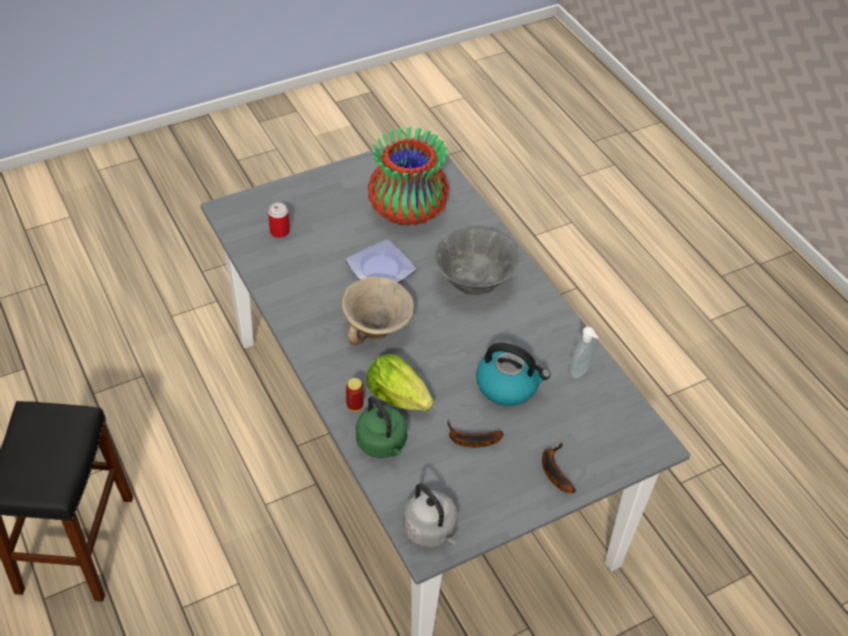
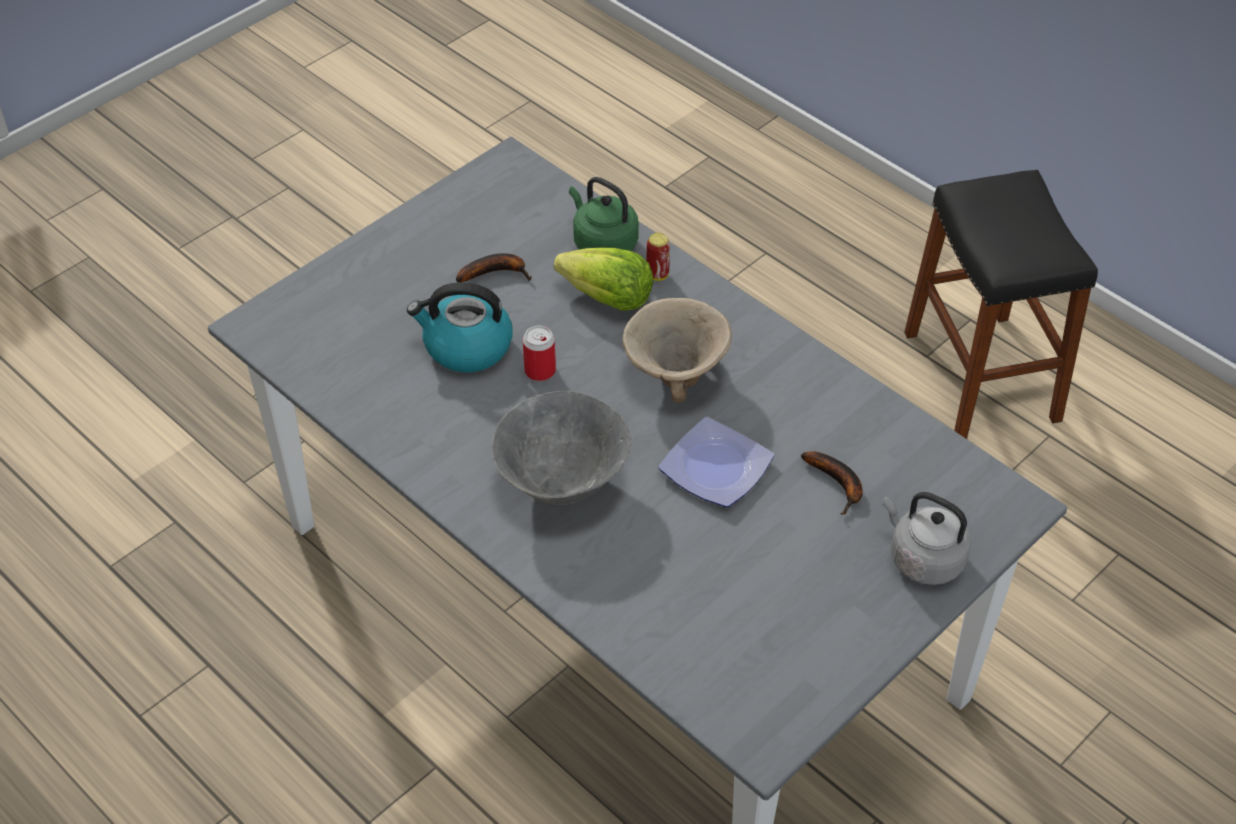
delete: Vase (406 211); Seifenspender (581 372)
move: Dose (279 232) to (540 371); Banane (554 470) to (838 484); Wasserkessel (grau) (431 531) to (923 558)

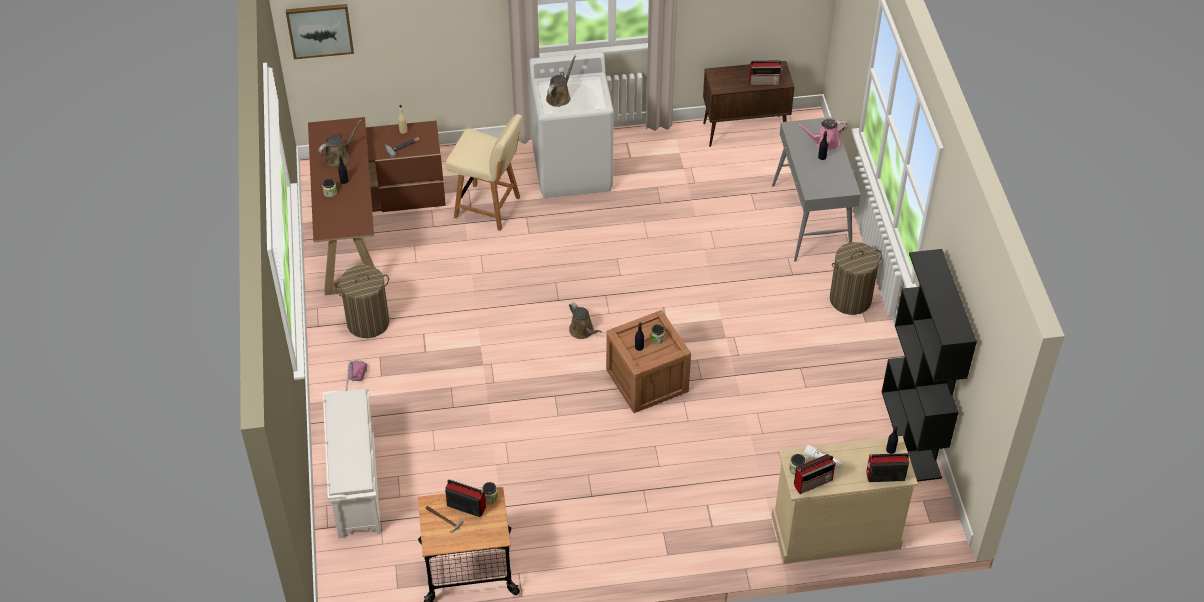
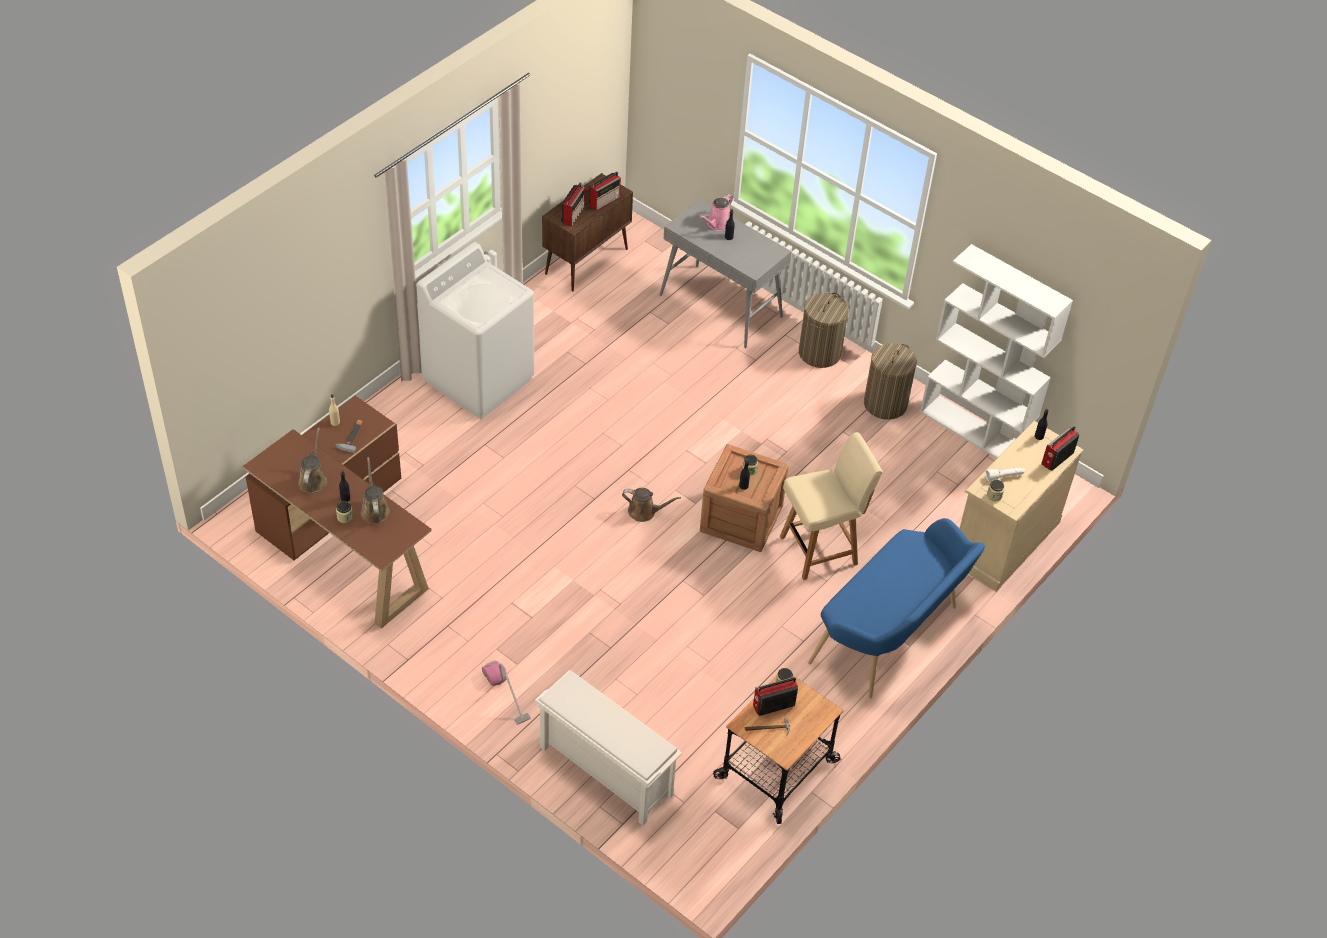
delete: Bild (320 30)
insert: Bank (blau) (890 637)
move: Gießkanne (braun) (559 97) to (374 510); Stuhl (beige) (489 208) to (820 550); Wäschekorb (368 322) to (885 404); Radio (813 482) to (573 214)
recolor: Bücherregal (schwarz) (911 434) to Bücherregal (weiß) (975 431)

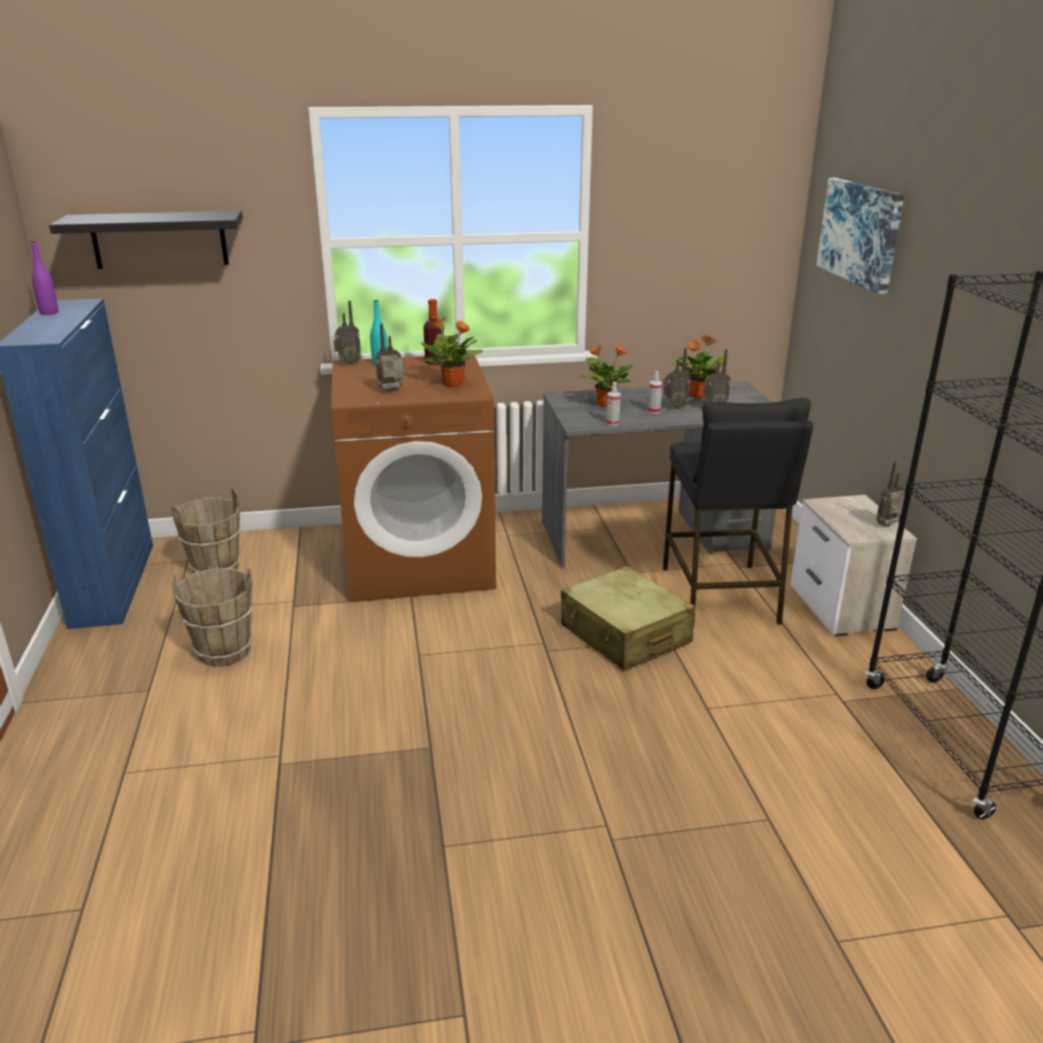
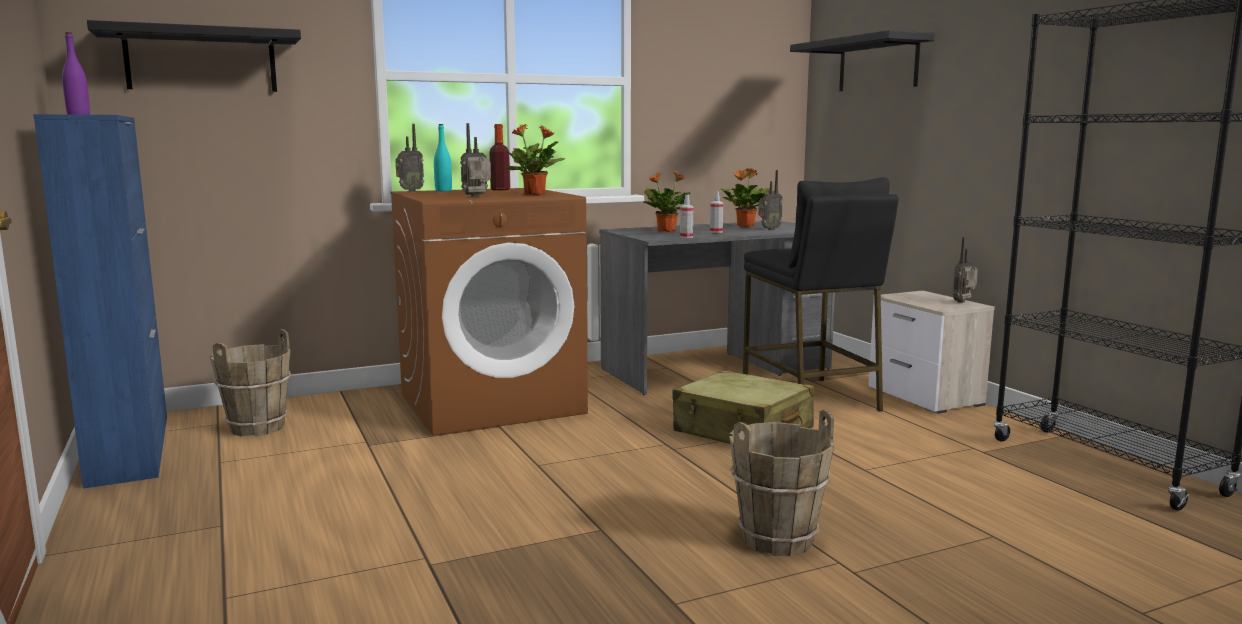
delete: Radio (674 407)
move: Eimer (braun) (224 652) to (776 539)
replace: Bild (861 233) to Wandregal (schwarz) (878 64)

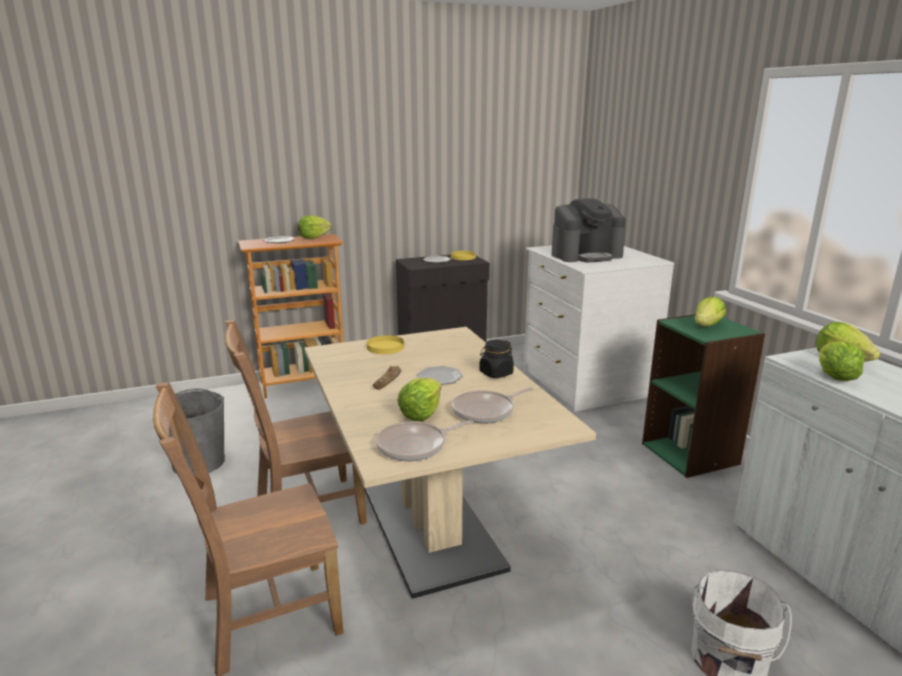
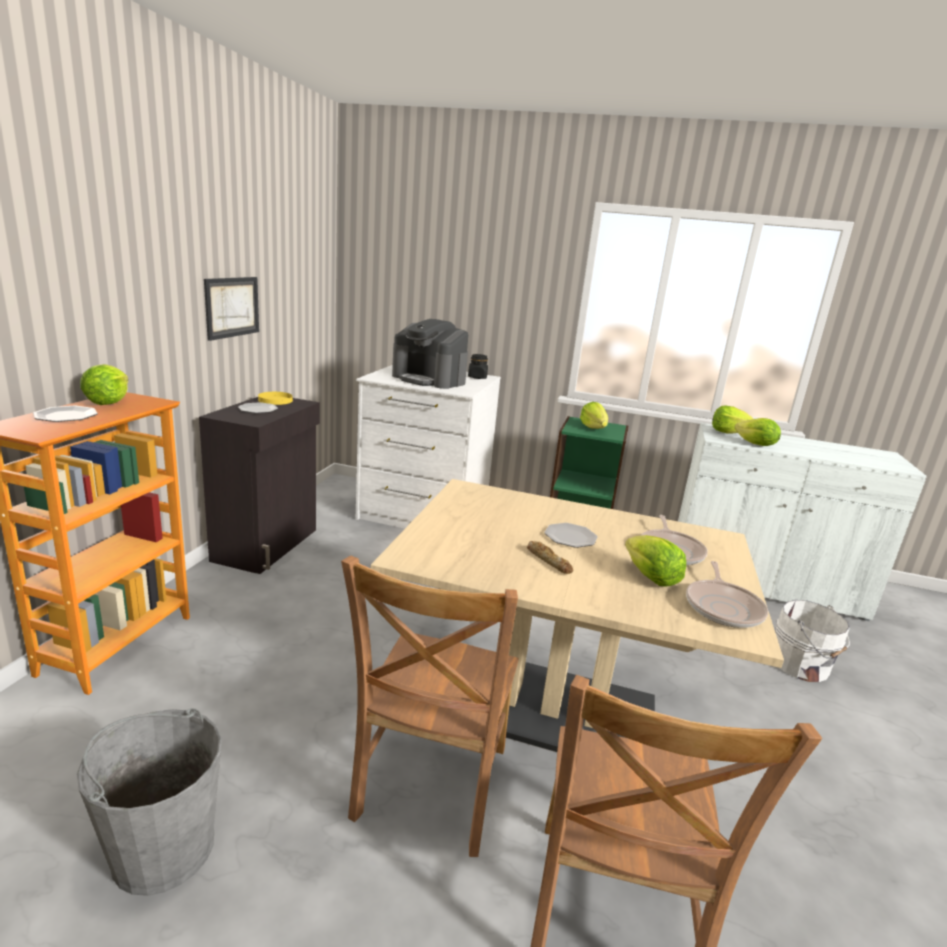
delete: Teller (gelb) (385 347)
insert: Bild (232 307)
move: Vorratsglas (schwarz) (496 373) to (477 377)
rotate: Kaffeemaschine (586 255) = (429 379) 105 degrees clockwise

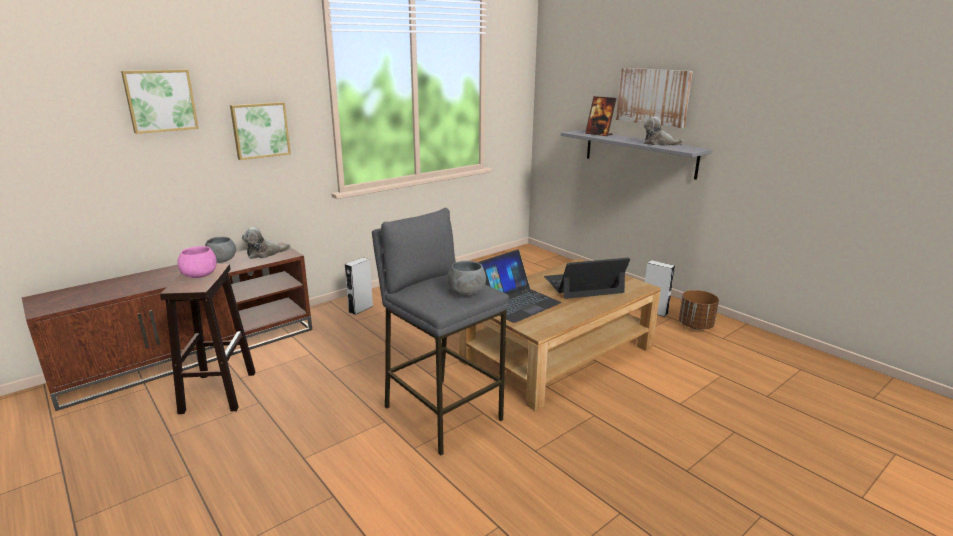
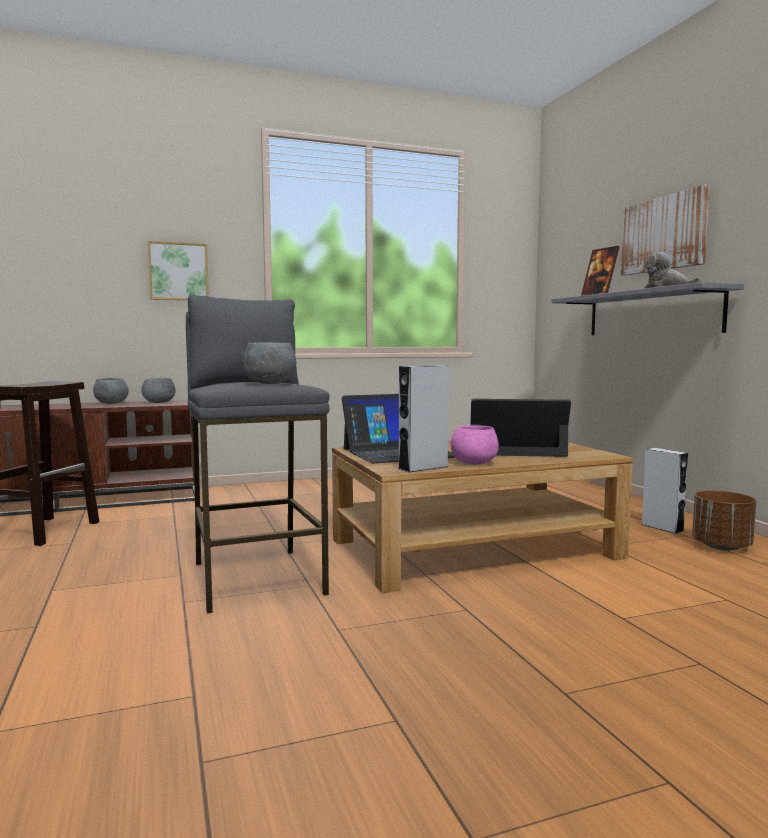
delete: Bild (160 100)
move: Schüssel (rosa) (200 275) to (474 463); Lautsprecher (grau) (360 309) to (423 468)
replace: Plüschtier (265 253) to Schüssel (grau) (159 402)

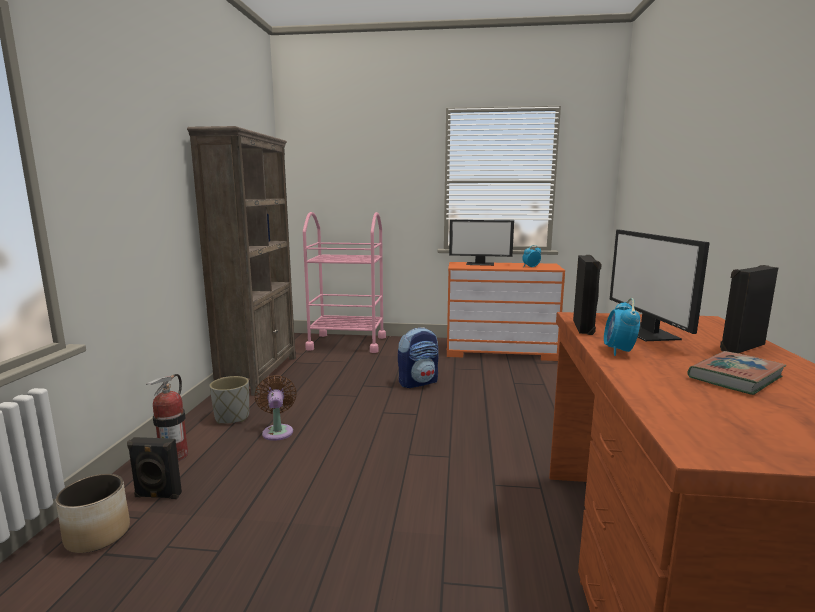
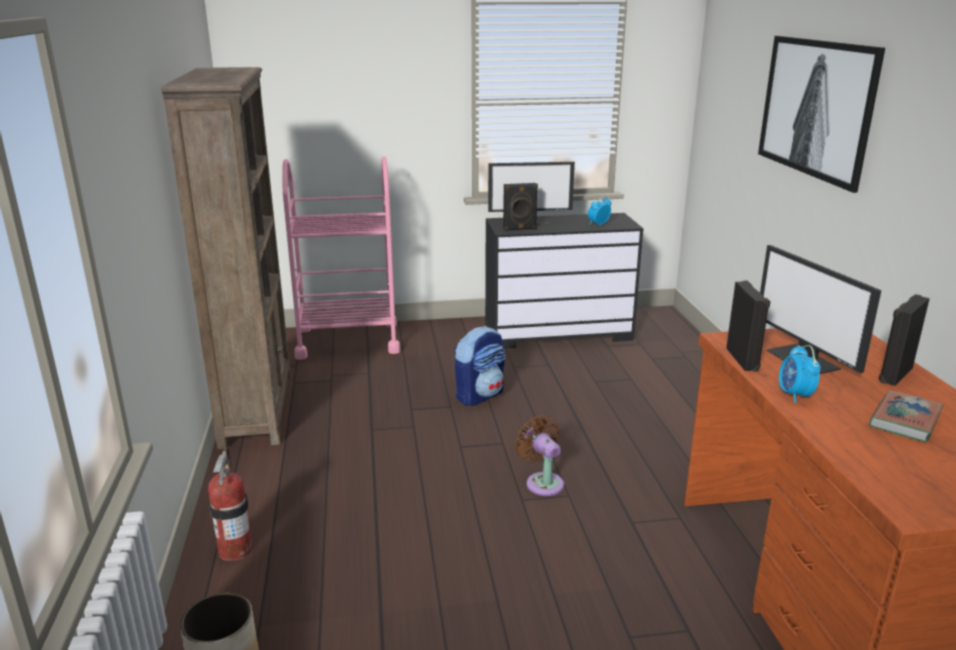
delete: Pflanzkübel (grau) (232 418)
insert: Bild (815 108)
move: Ventilator (braun) (278 431) to (542 482); Lautsprecher (schwarz) (157 496) to (519 229)
recolor: Kommode (orange) (500 351) to Kommode (schwarz) (558 333)

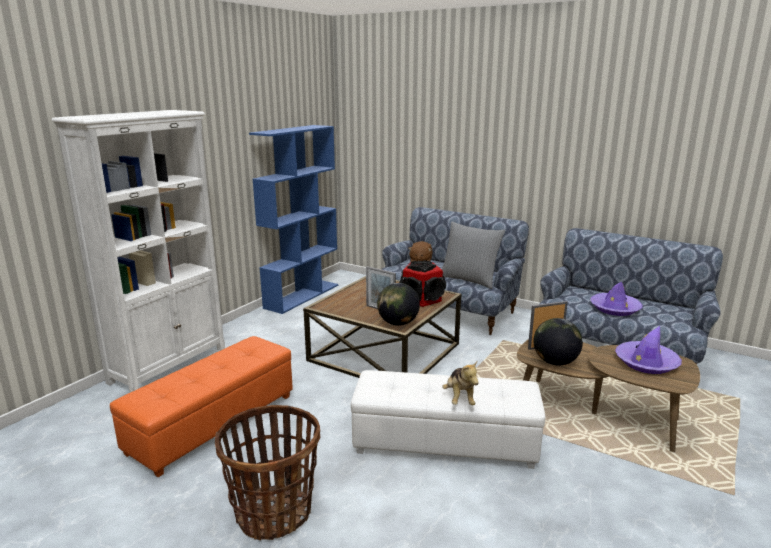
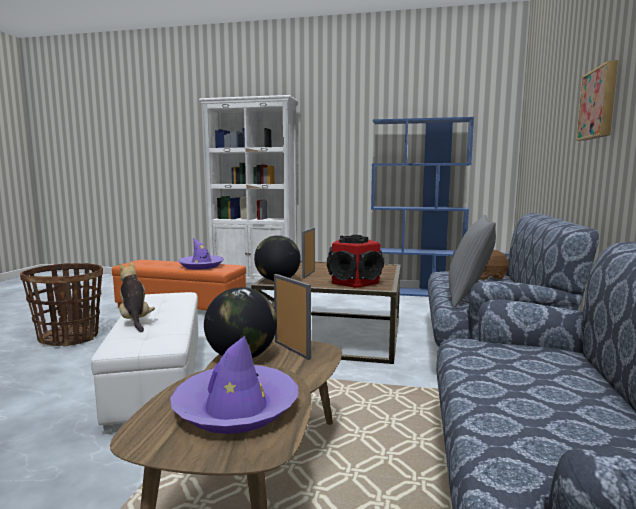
insert: Bild (600 103)
move: Hut (lila) (615 308) to (201 266)
rotate: Plüschtier (459 398) = (135 320) 90 degrees clockwise

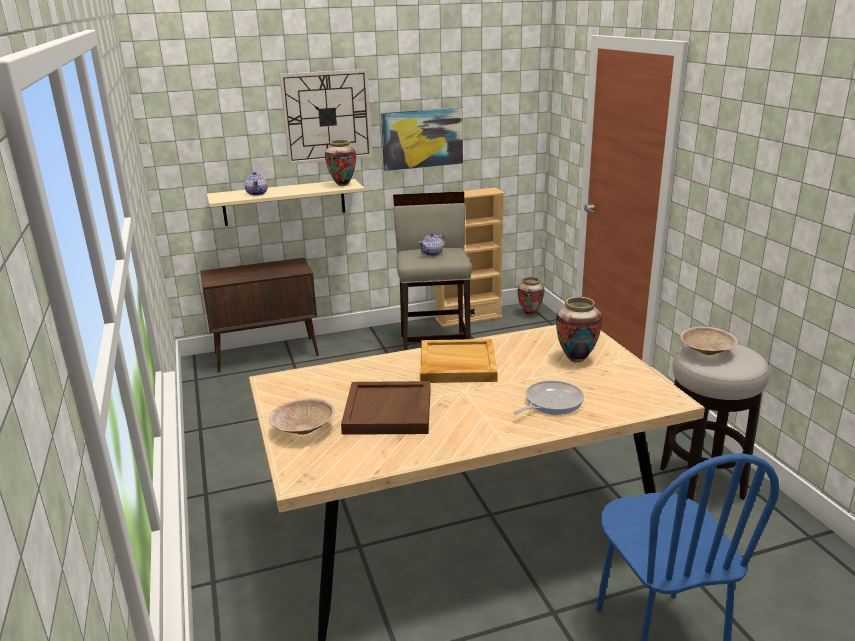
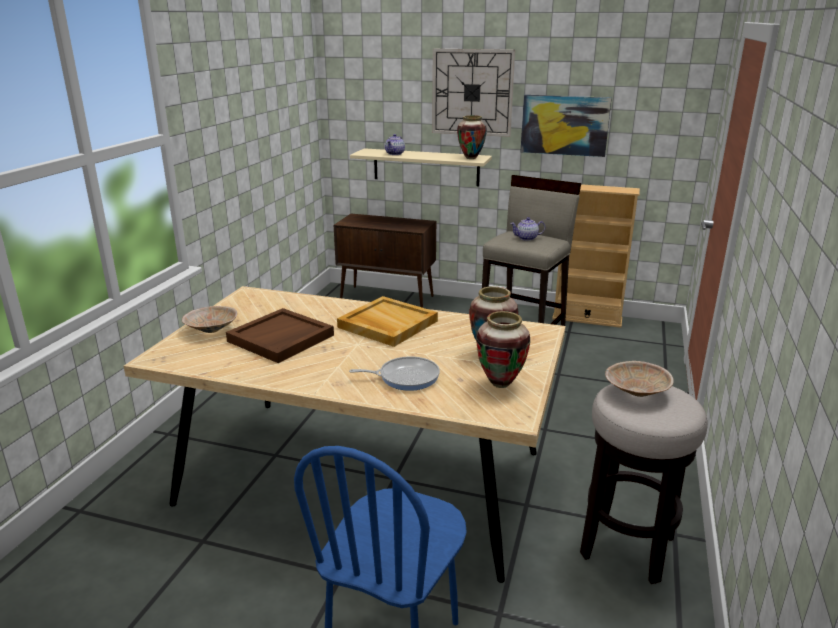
move: Vase (530 314) to (501 384)

